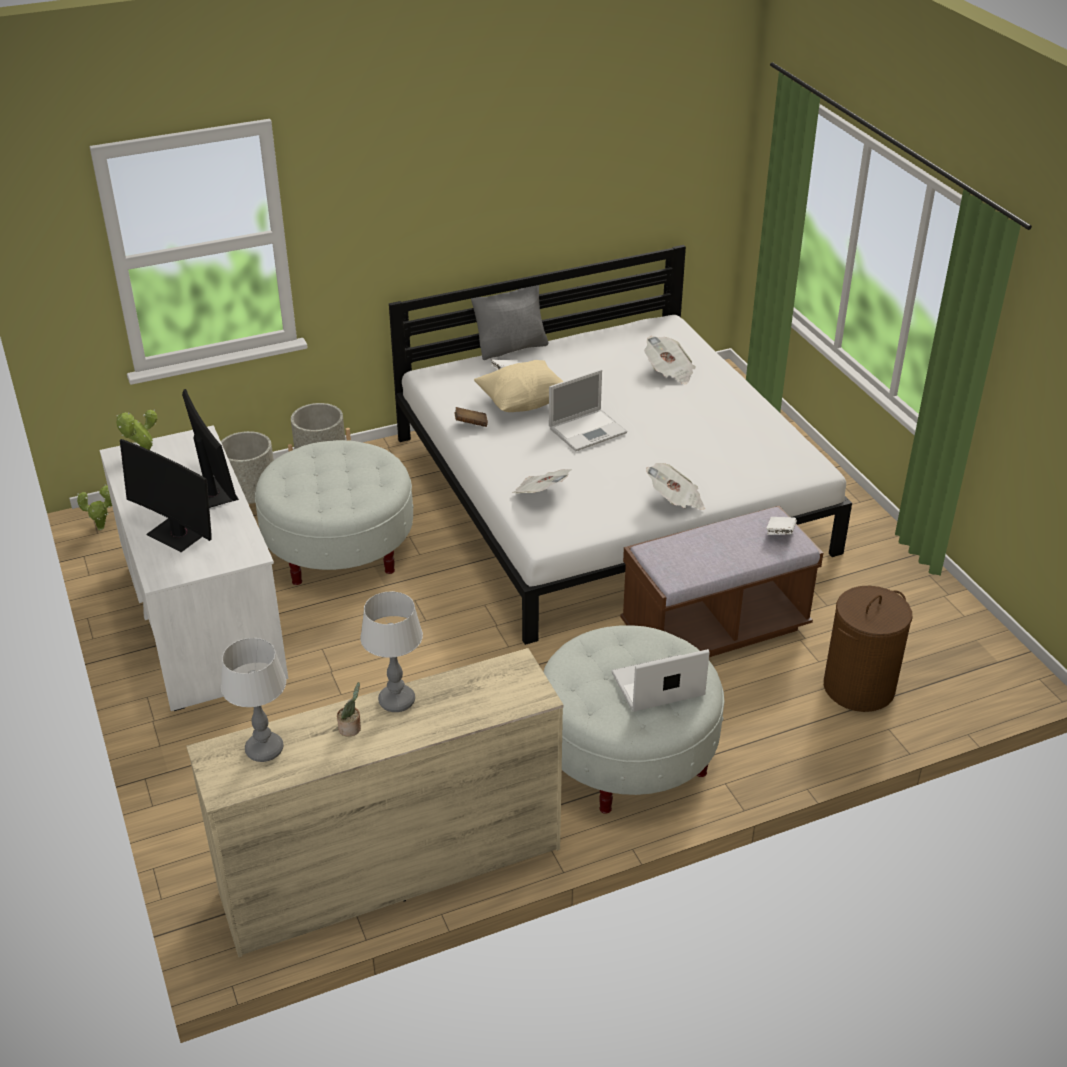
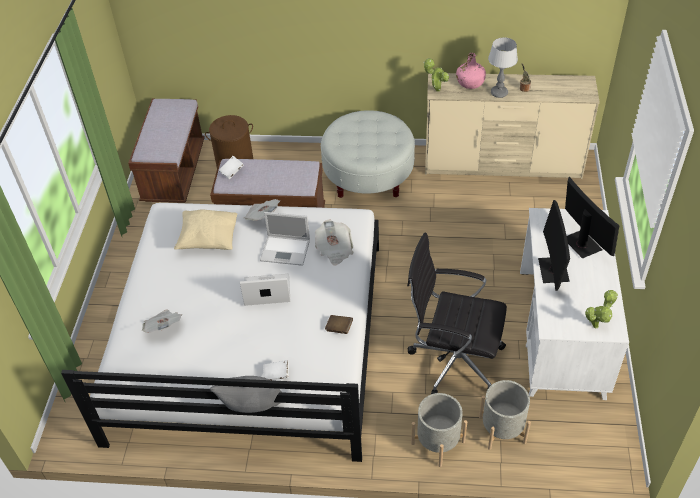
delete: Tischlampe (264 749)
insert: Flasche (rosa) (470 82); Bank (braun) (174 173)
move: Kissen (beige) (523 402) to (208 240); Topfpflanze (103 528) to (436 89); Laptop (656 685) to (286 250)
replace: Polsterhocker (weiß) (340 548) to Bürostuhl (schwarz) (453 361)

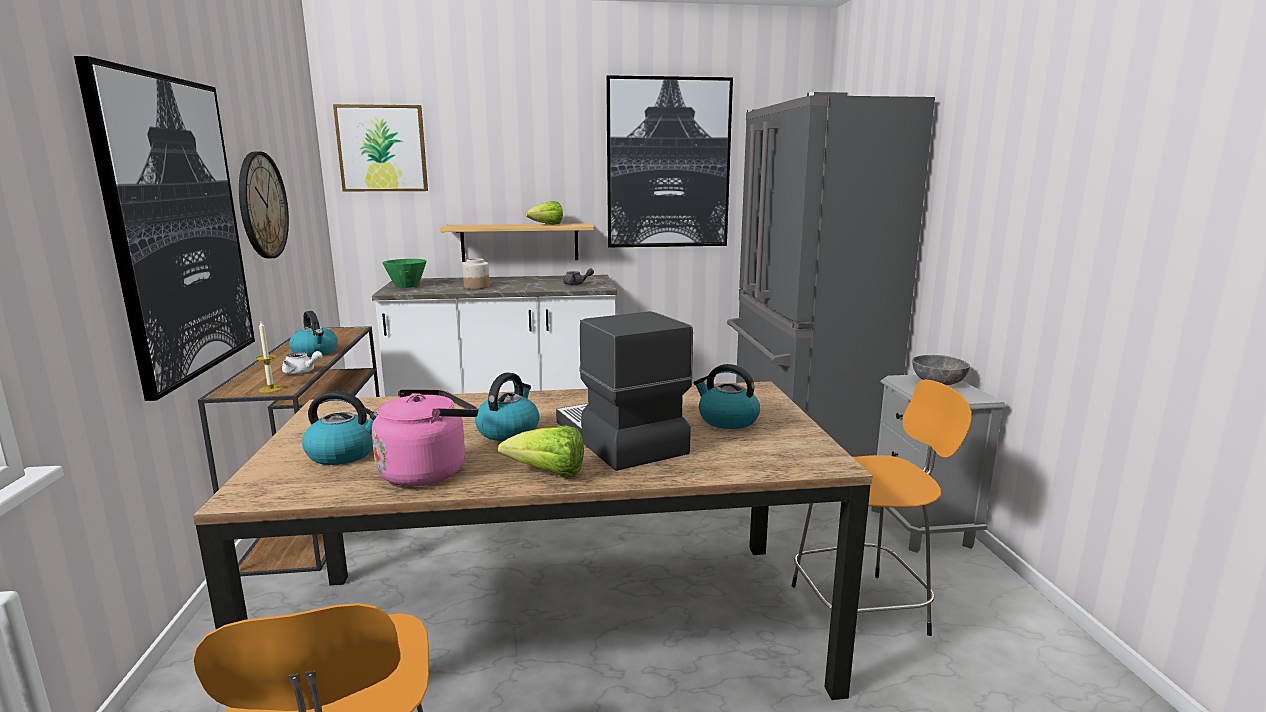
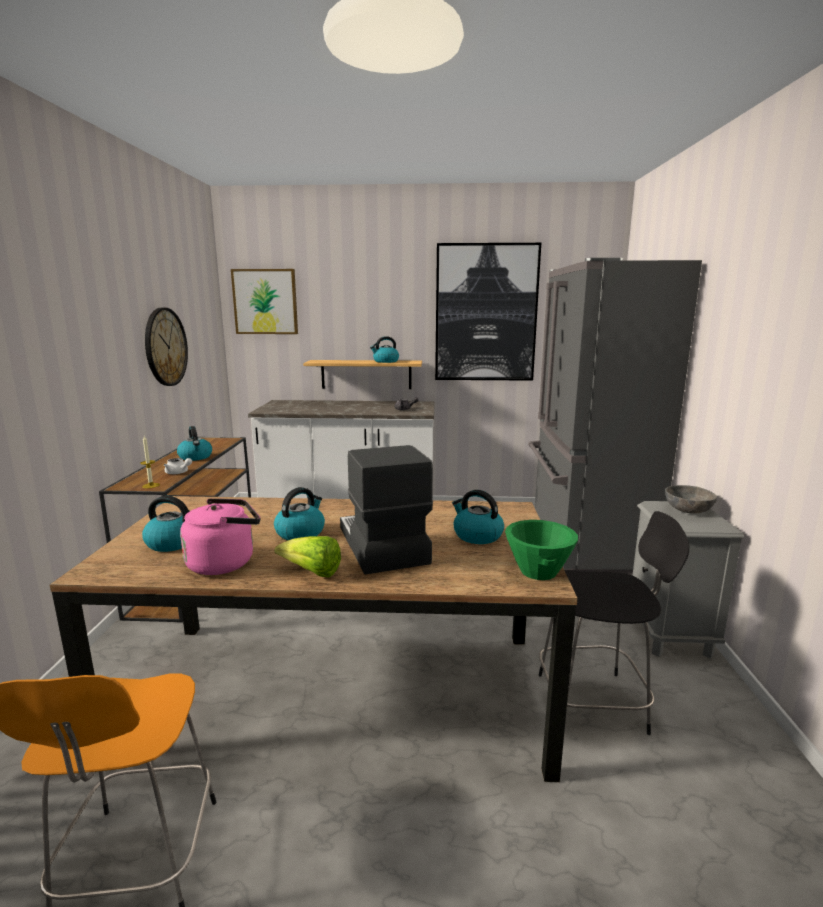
delete: Bild (177 228); Vorratsglas (476 287)
move: Schüssel (grün) (406 286) to (538 571)
replace: Salatkopf (546 225) to Wasserkessel (385 361)
recolor: Hocker (orange) (862 609) to Hocker (schwarz) (595 702)

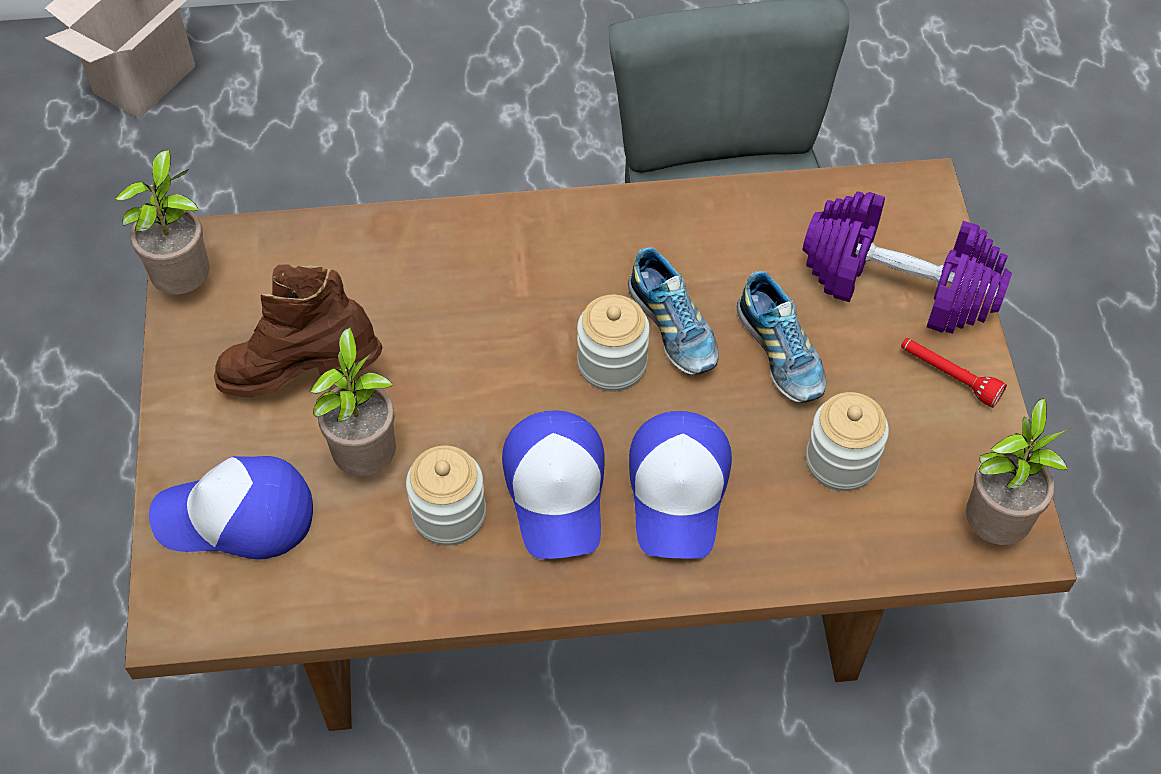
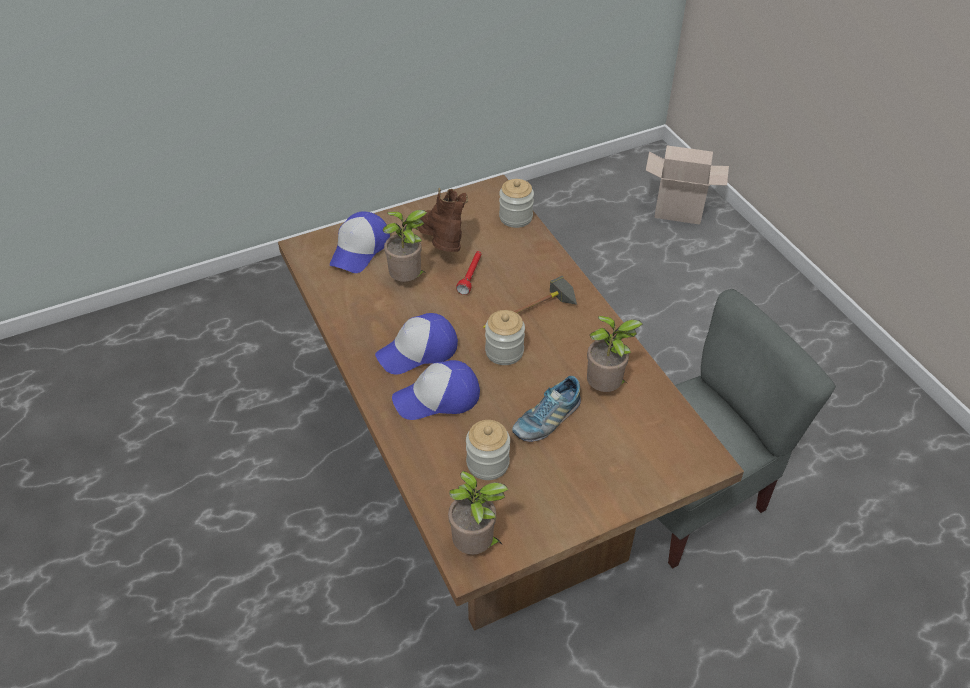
delete: Hantel (lila) (899 284); Schuh (673 328)
insert: Hammer (529 315)
move: Topfpflanze (187 282) to (606 388); Taschenlampe (rot) (948 376) to (471 276); Vorratsglas (449 514) to (515 217)
rotate: Kappe (236 517) = (360 249) 135 degrees counterclockwise

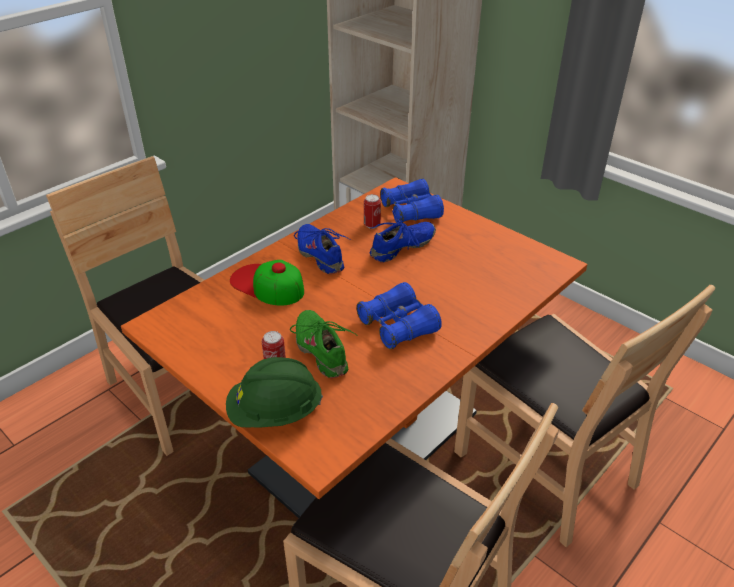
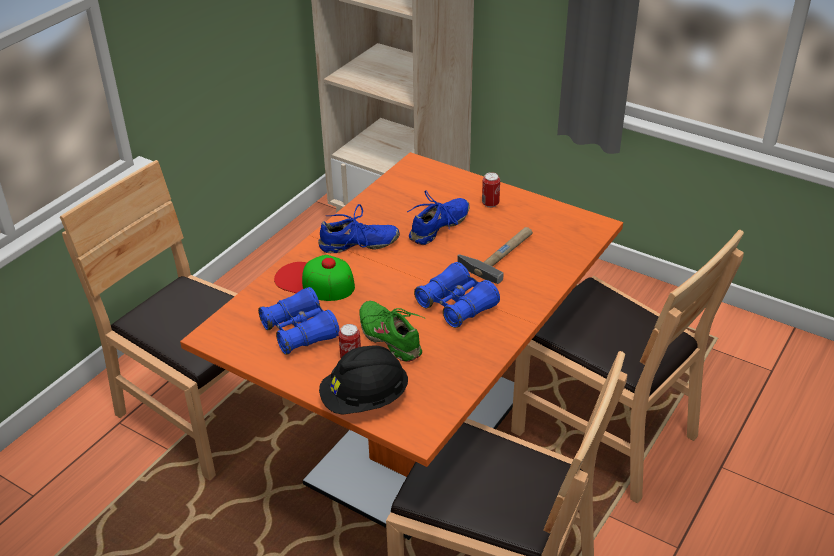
insert: Hammer (501 254)
move: Fernglas (blau) (411 211) to (300 331); Dose (372 225) to (490 204)
recolor: Schutzhelm (grün) (275 412) to Schutzhelm (schwarz) (365 399)
rotate: Schuh (blau) (321 255) = (359 245) 120 degrees clockwise

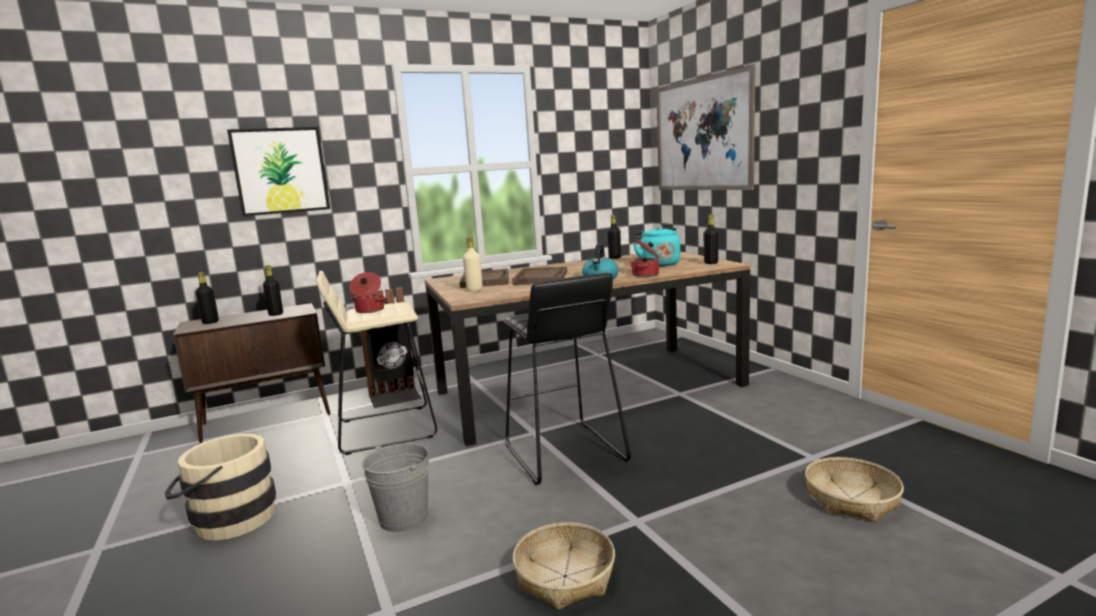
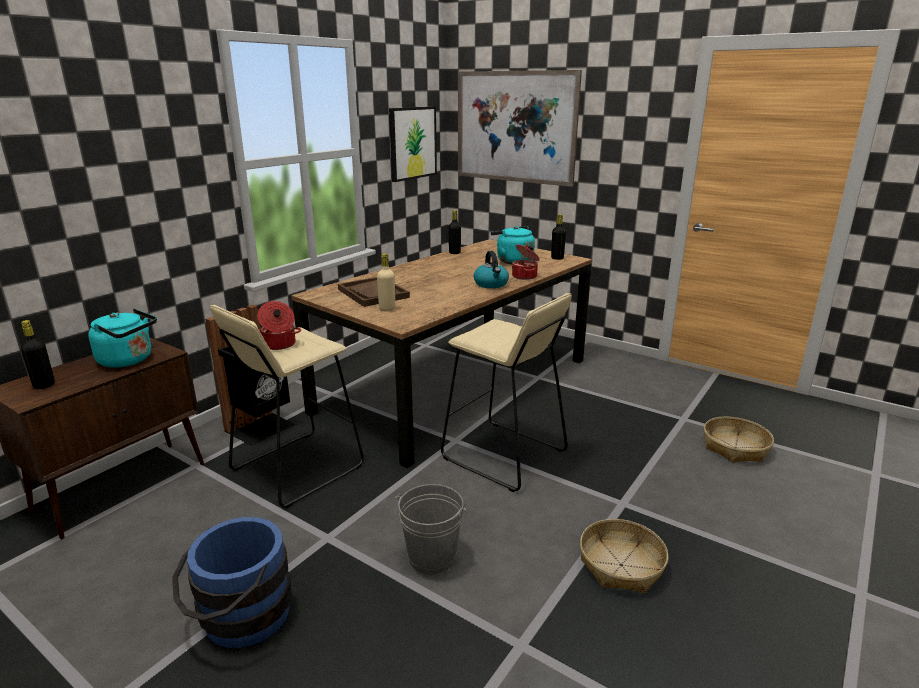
delete: Tablett (braun) (541 278)
move: Bild (280 171) to (412 143)
replace: Flasche (schwarz) (276 314) to Wasserkessel (türkis) (129 360)
recolor: Hocker (schwarz) (564 453) to Hocker (beige) (504 455); Eimer (beige) (227 520) to Eimer (blau) (239 619)

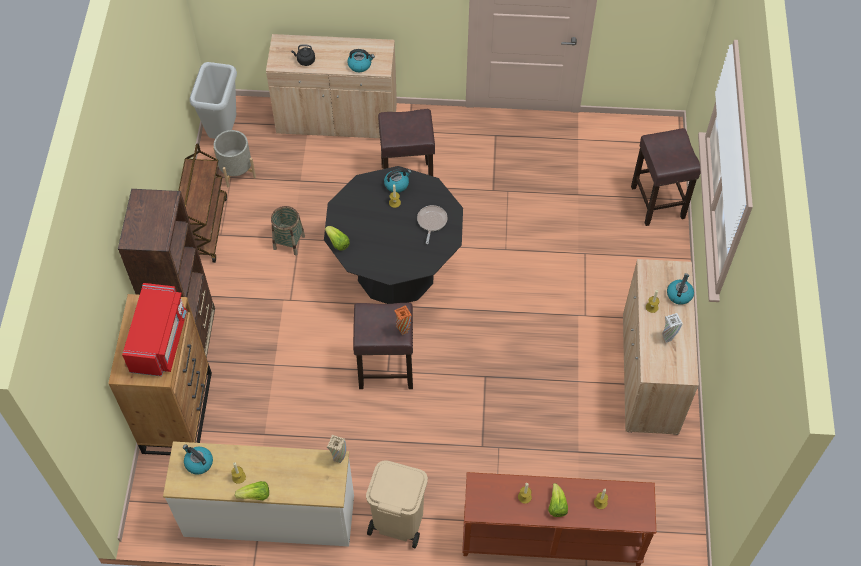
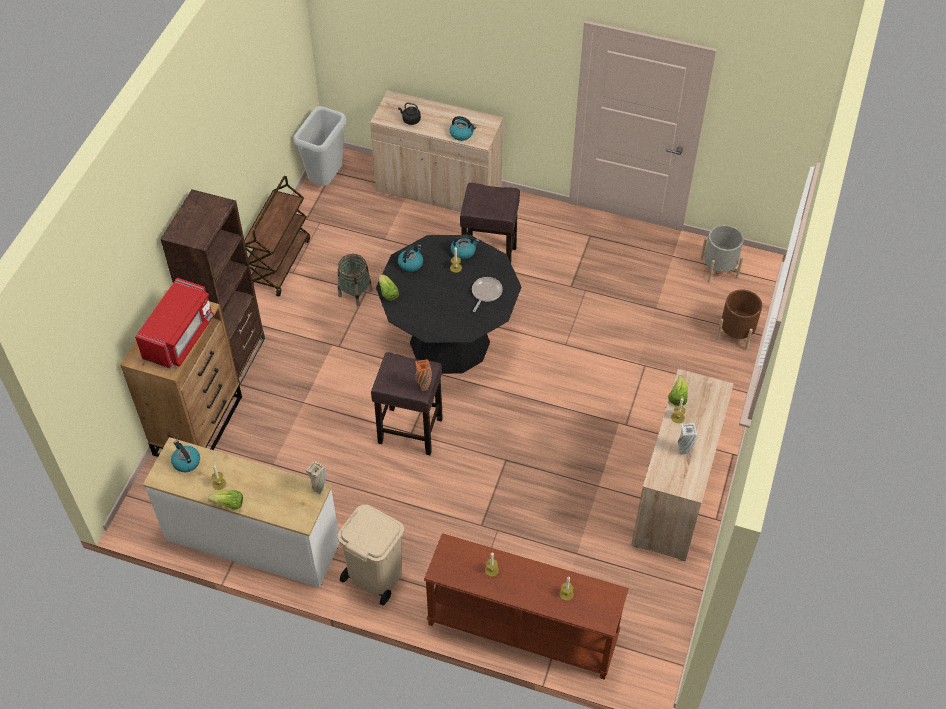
move: Pflanzkübel (grau) (236 171) to (719 268); Wasserkessel (679 294) to (411 263); Salatkopf (556 505) to (677 397)
replace: Hocker (braun) (658 203) to Pflanzkübel (braun) (736 333)

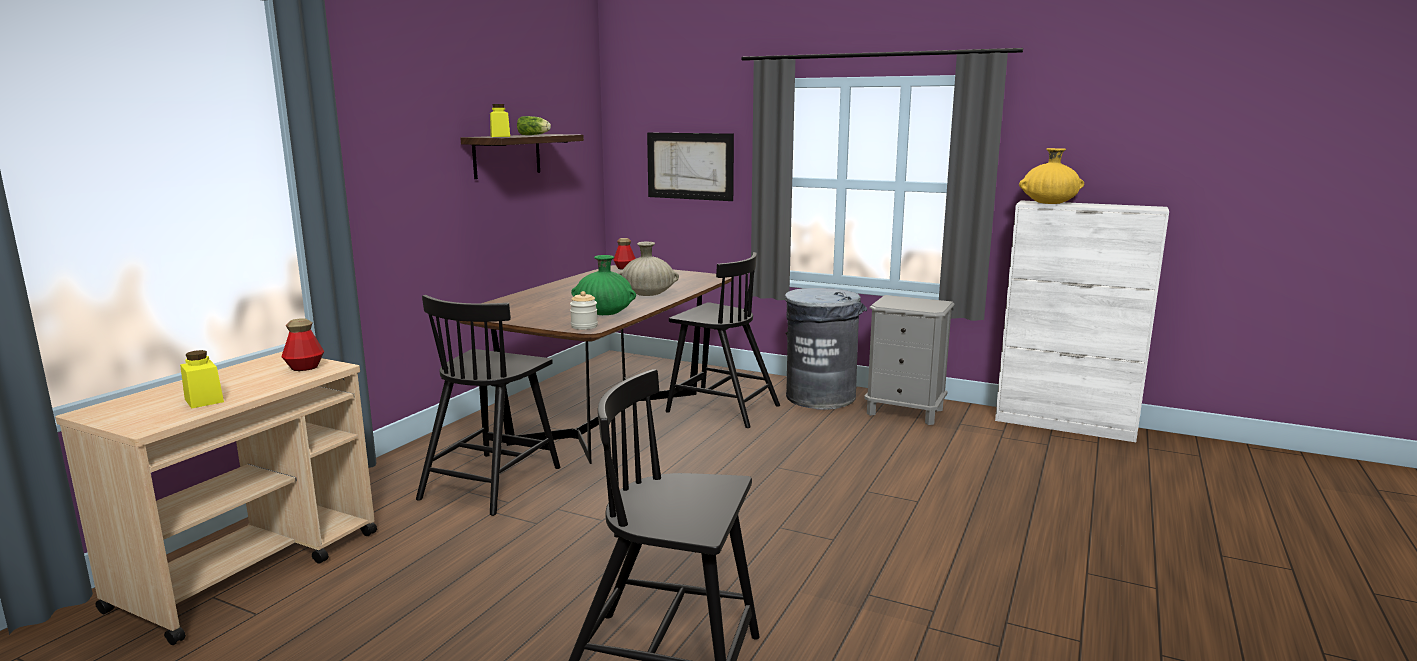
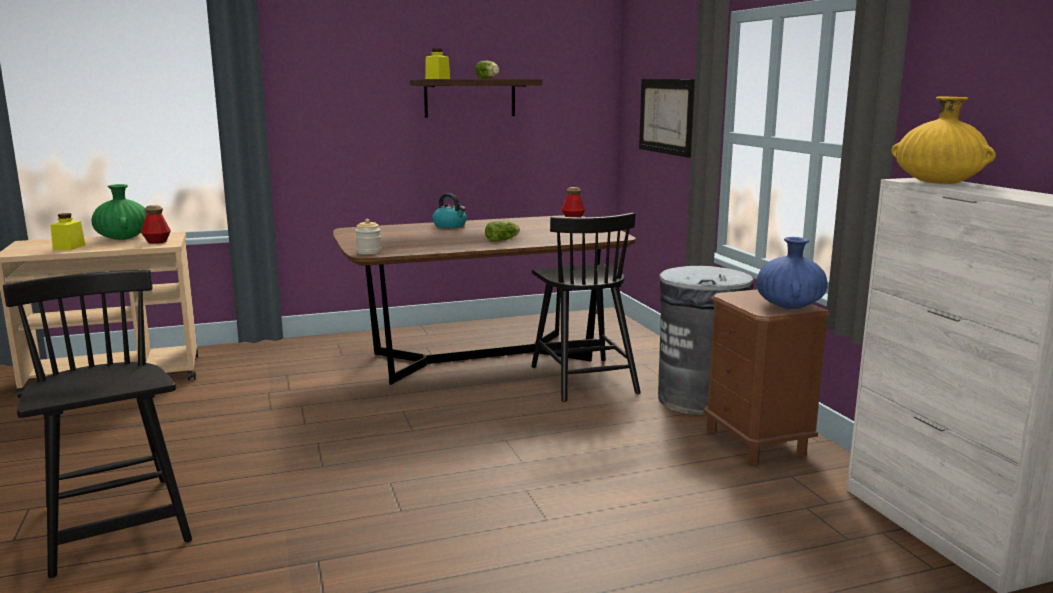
delete: Stuhl (schwarz) (492 482)
insert: Wasserkessel (450 225); Vase (blau) (789 305)
move: Vase (grün) (604 313) to (123 238)
replace: Vase (beige) (648 294) to Salatkopf (503 240)
recolor: Nachttisch (grau) (905 412) to Nachttisch (braun) (756 442)

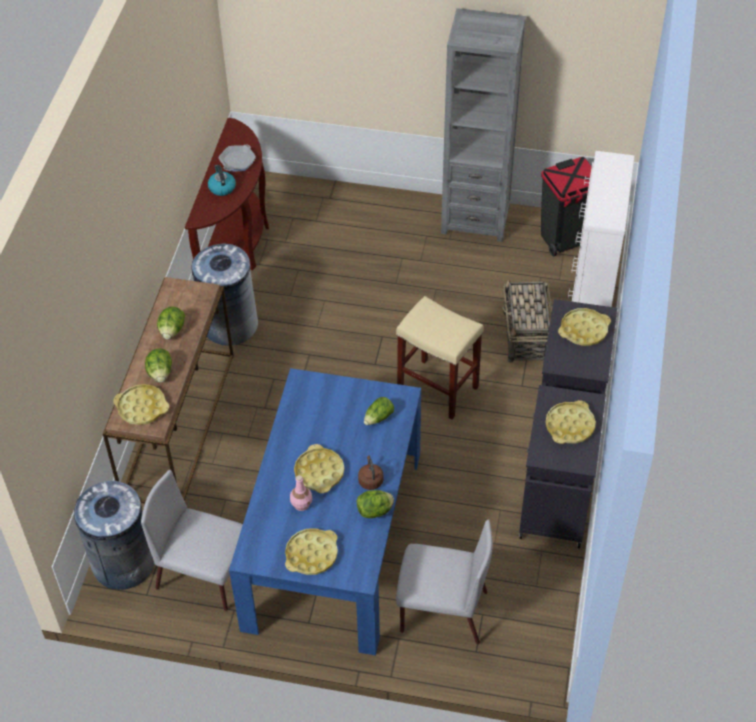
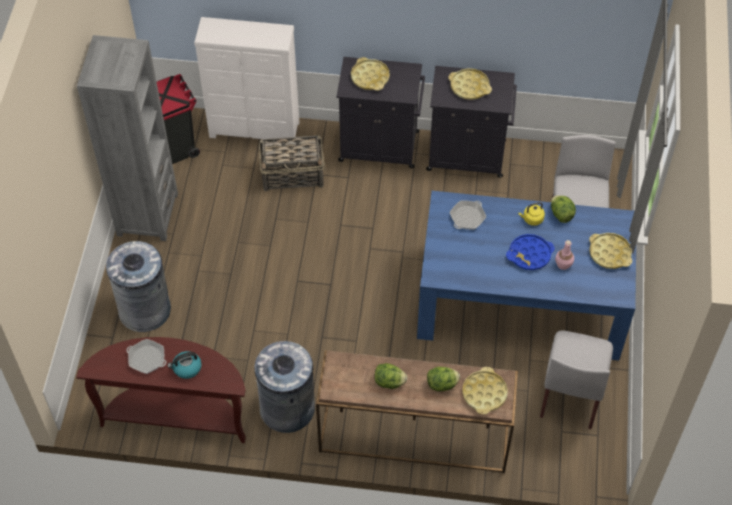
delete: Hocker (beige) (436 388)
move: Mülleimer (grau) (123 563) to (145 310)
replace: Salatkopf (378 418) to Pfanne (467 217)
recolor: Tablett (gelb) (319 472) to Tablett (blau) (529 255); Wasserkessel (braun) (370 480) to Wasserkessel (gelb) (531 219)

